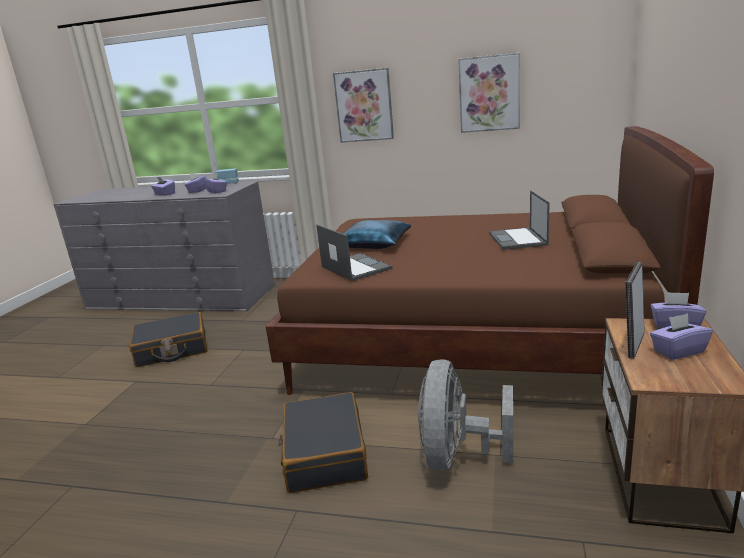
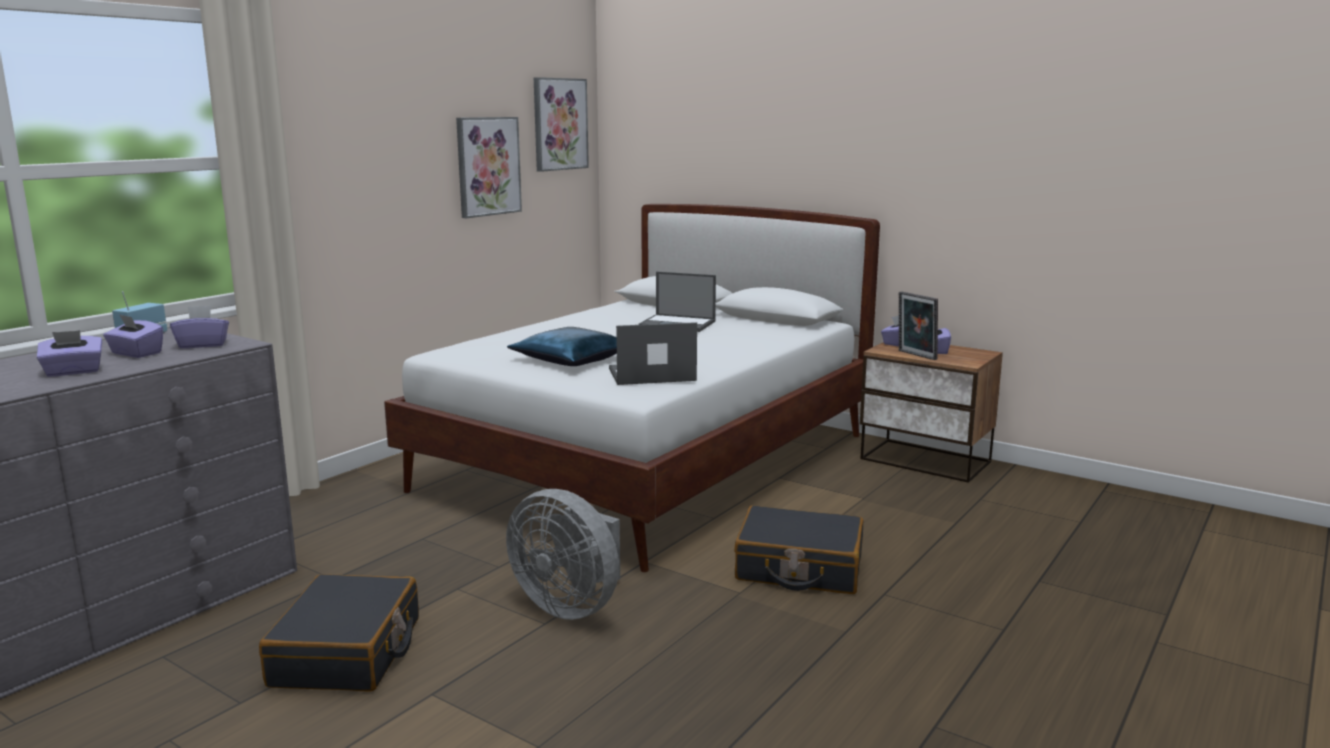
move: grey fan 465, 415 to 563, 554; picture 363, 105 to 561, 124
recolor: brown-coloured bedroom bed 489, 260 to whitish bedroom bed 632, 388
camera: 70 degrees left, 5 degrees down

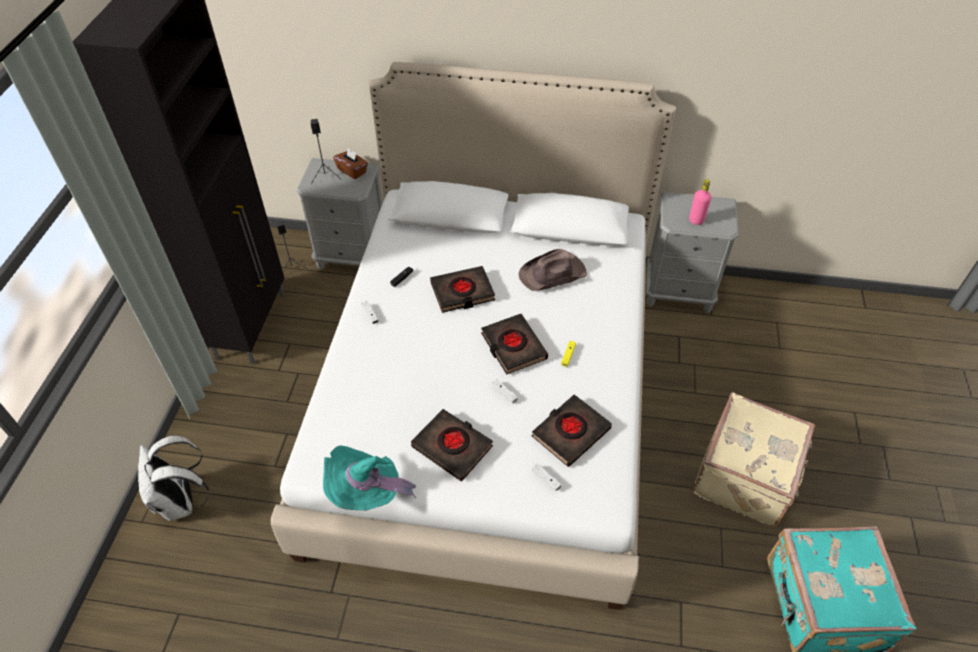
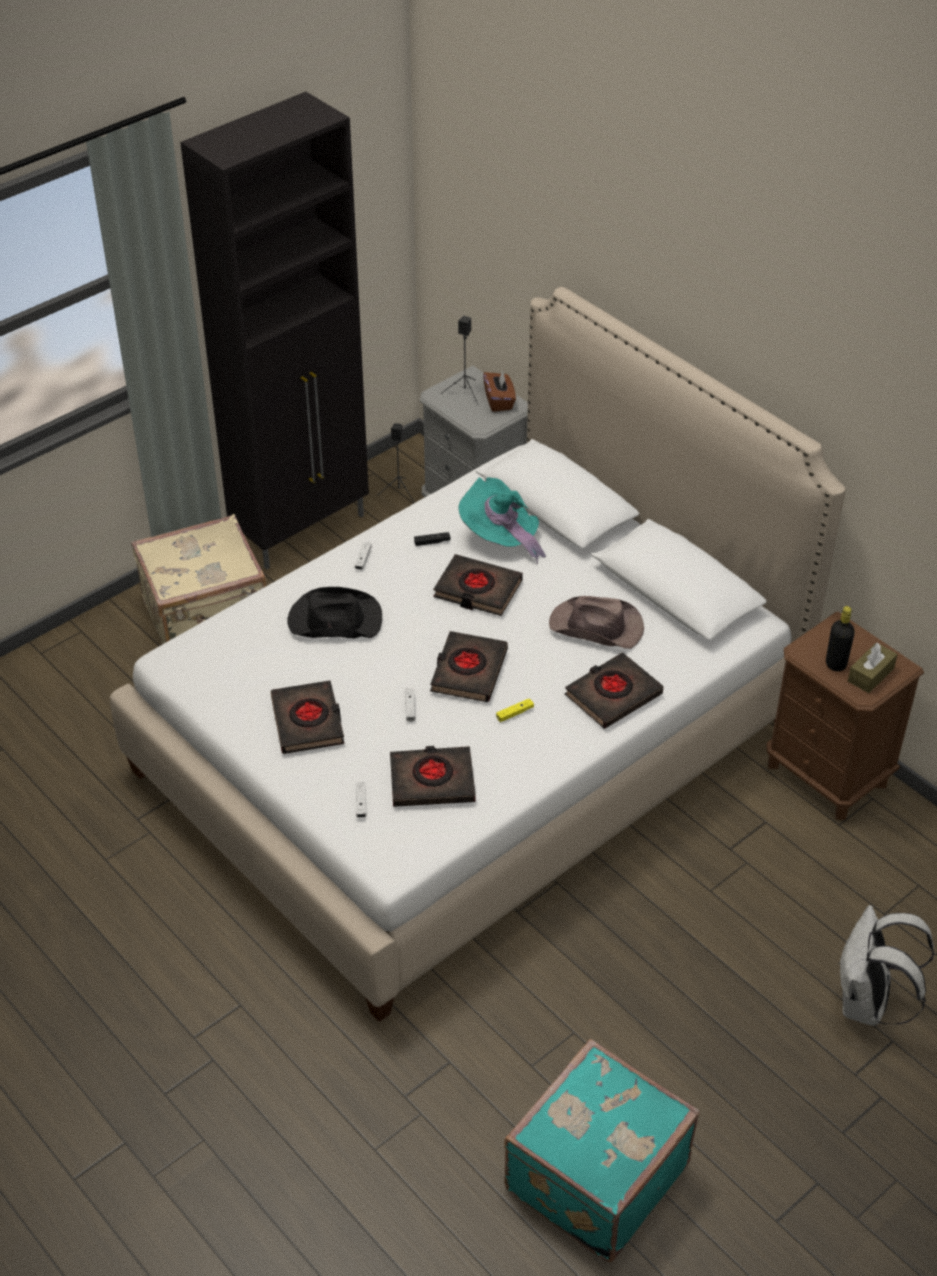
insert: blackish hat 334, 612; blackish volume 614, 690; brown-coloured box of tissues 873, 667
move: sand-coloured suitcase 754, 459 to 198, 579; turquoise-coloured hat 369, 477 to 502, 521; whitish rucksack 173, 478 to 886, 965
recolor: grey night table 692, 252 to brown-coloured night table 845, 716; pinkish bottle 700, 202 to blackish bottle 840, 638
camera: 40 degrees right, 5 degrees down

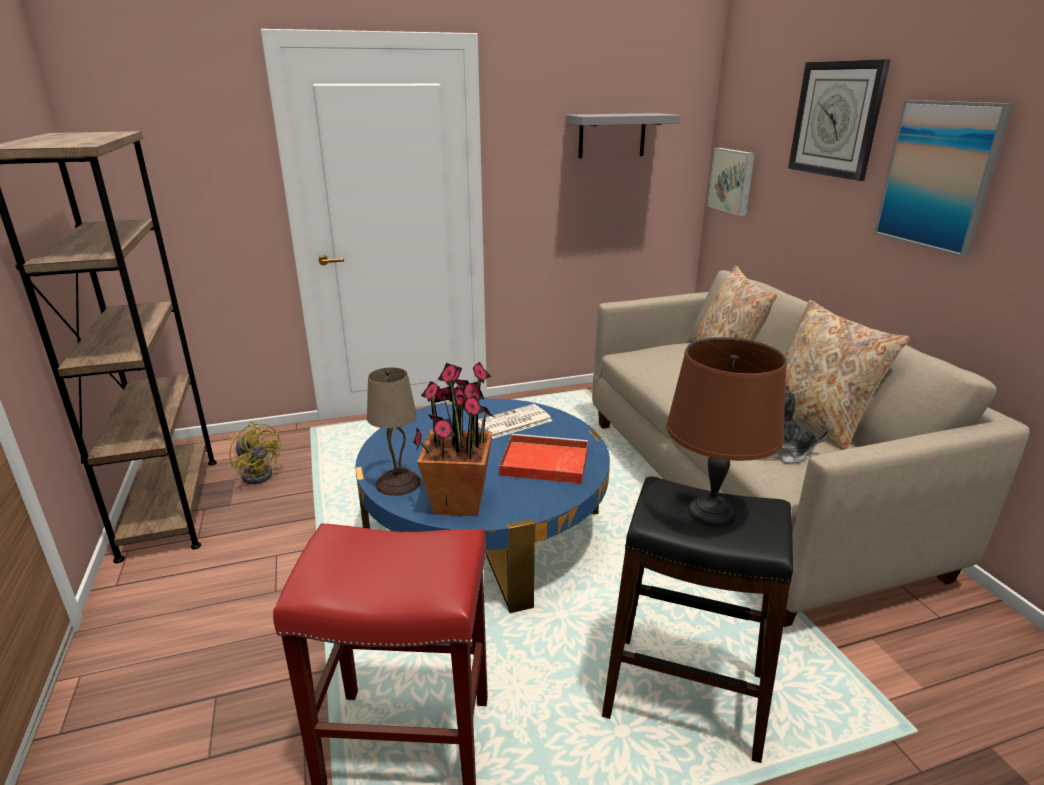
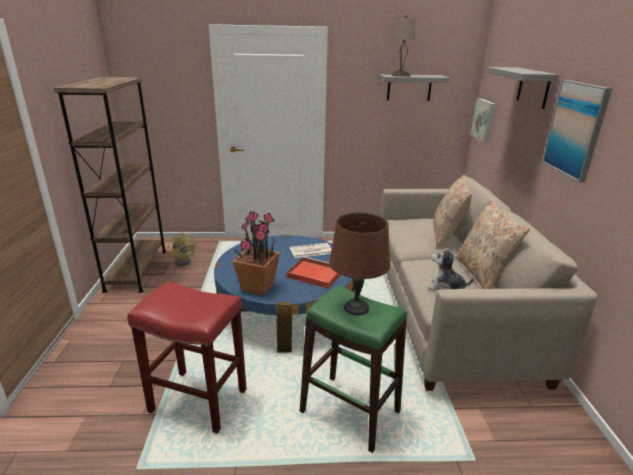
move: sand-coloured tabletop lamp 394, 431 to 403, 46
replace: wall clock 839, 120 to grey wall shelf 523, 88
recolor: blackish stool seat 697, 619 to green stool seat 353, 369
camera: 15 degrees right, 0 degrees up

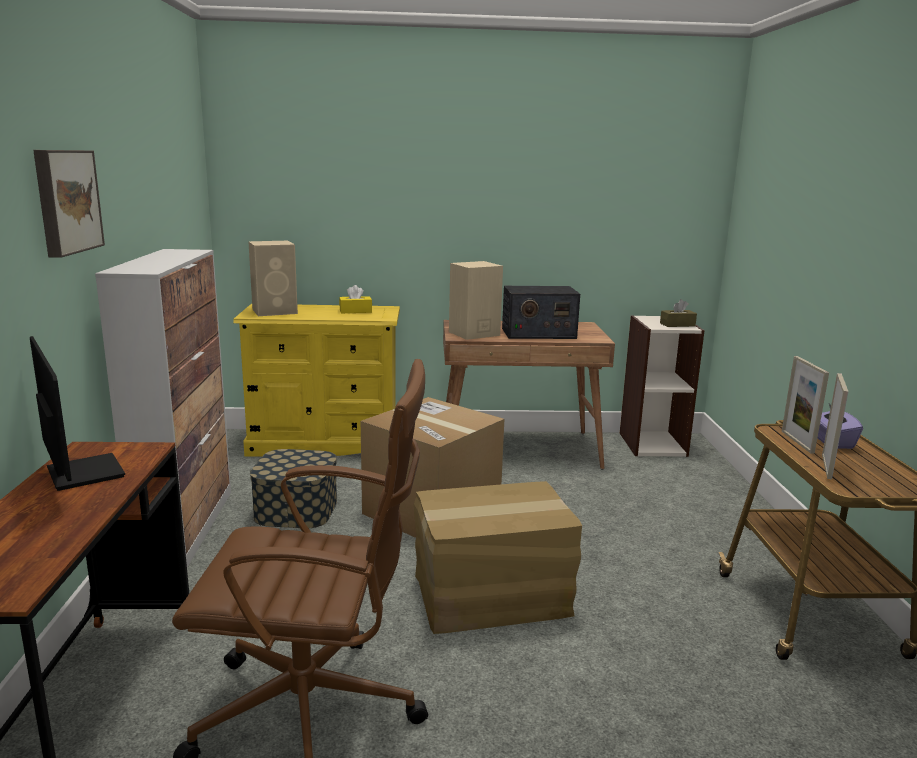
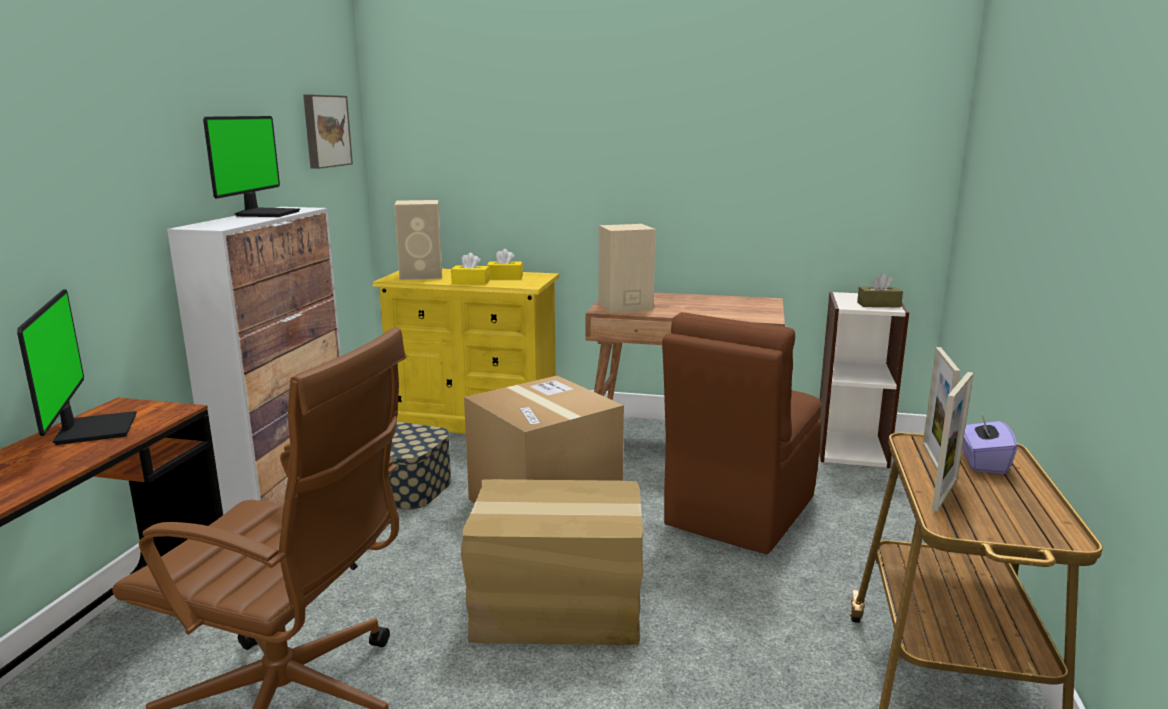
delete: radio 541, 312
insert: monitor 251, 166; yellow box of tissues 470, 269; brown-coloured plain chair 741, 433
move: picture 69, 204 to 328, 132
camera: 15 degrees right, 0 degrees up

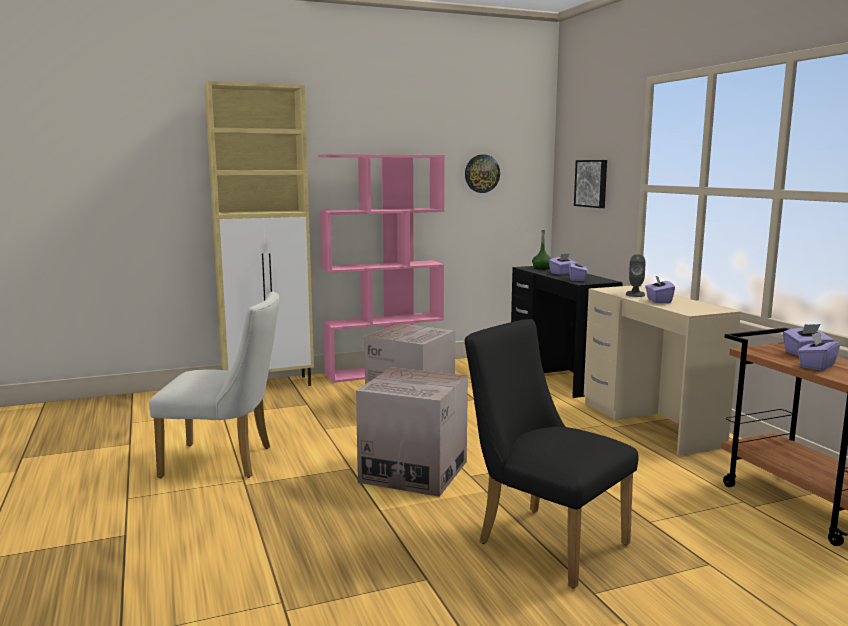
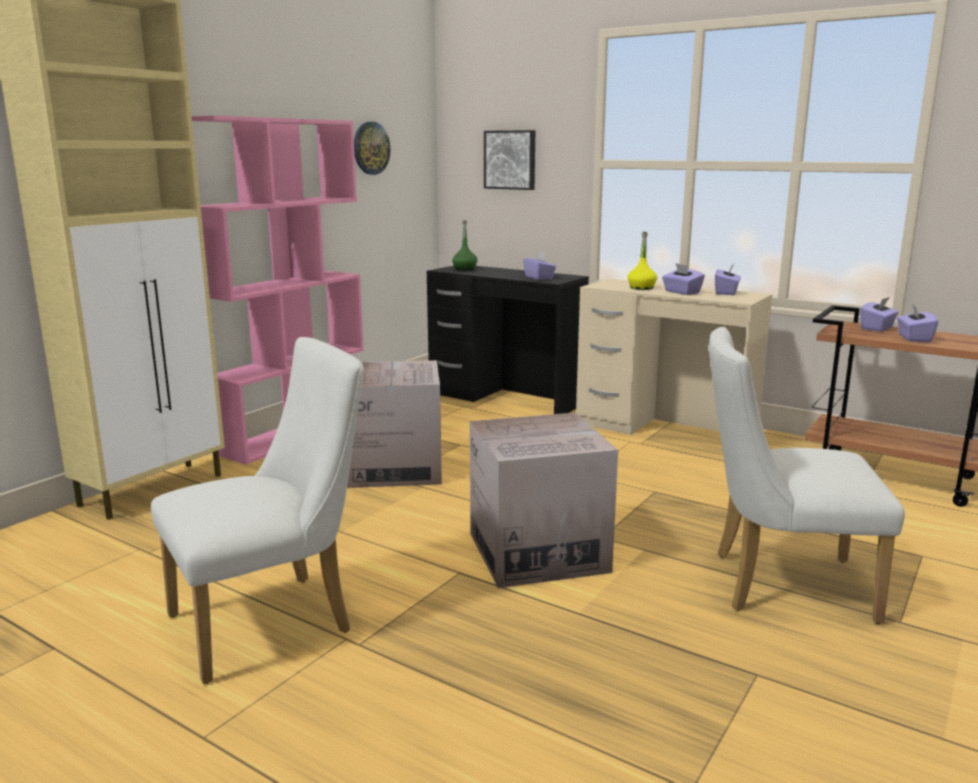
move: purplish box of tissues 563, 264 to 728, 279
replace: grey loudspeaker 636, 275 to yellow bottle 642, 261
recolor: blackish plain chair 552, 453 to whitish plain chair 807, 475
camera: 35 degrees left, 5 degrees up

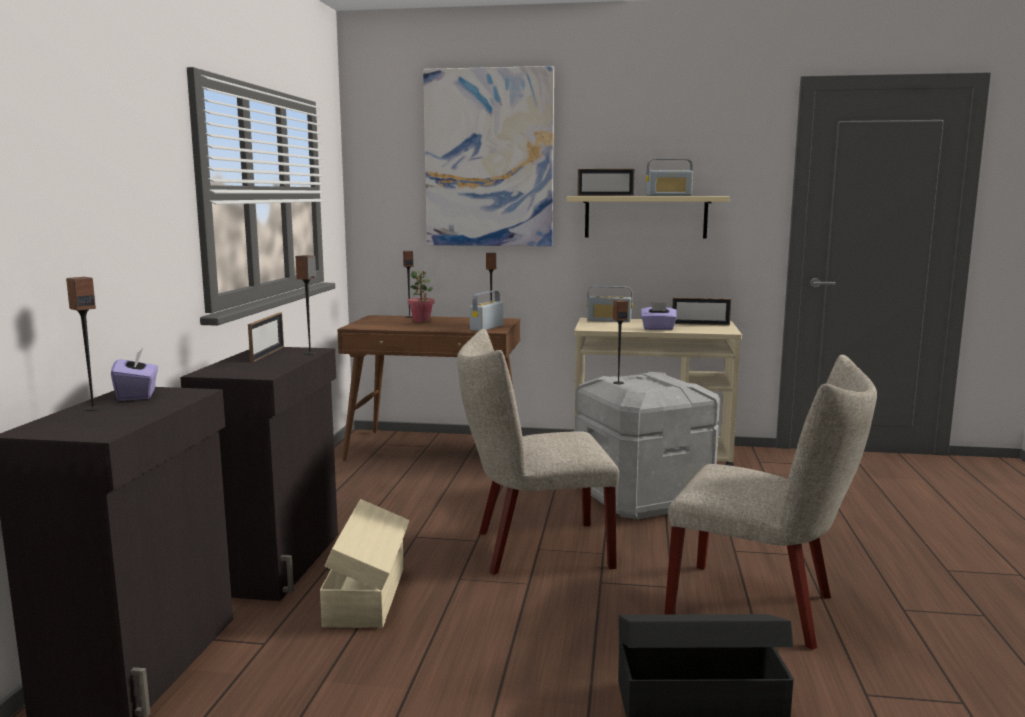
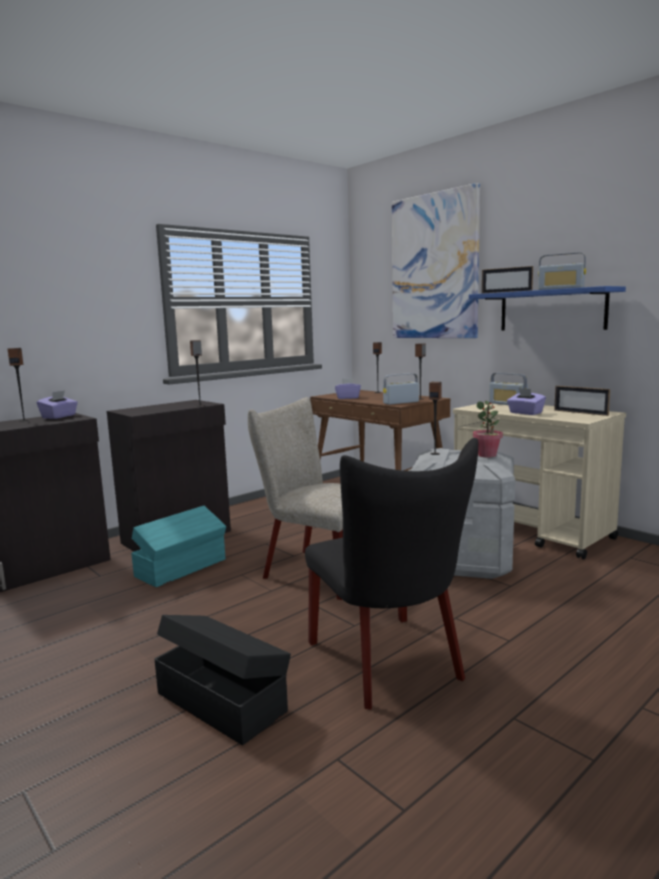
delete: standing frame 266, 337
insert: purplish box of tissues 348, 388
move: plant in a pot 421, 296 to 488, 429
recolor: sand-coloured storage container 365, 563 to turquoise-coloured storage container 178, 546; sand-coloured plain chair 771, 502 to blackish plain chair 392, 574; sand-coloured wall shelf 648, 217 to bluish wall shelf 547, 308
camera: 40 degrees right, 0 degrees up

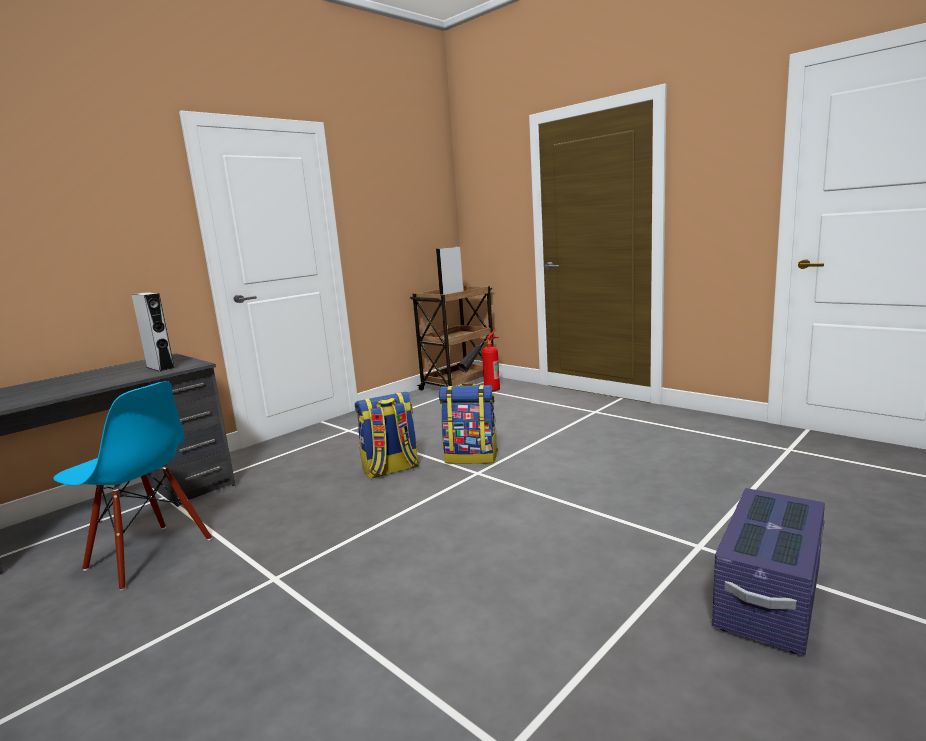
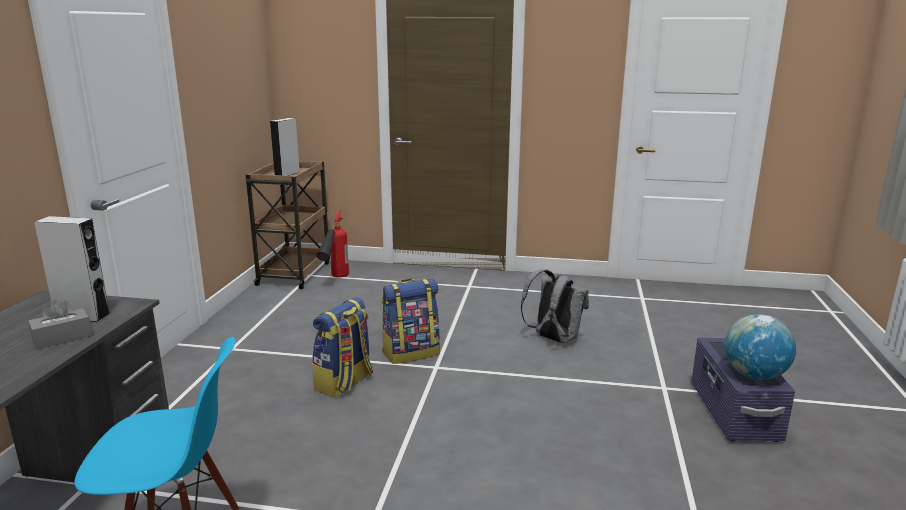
insert: grey box of tissues 60, 325; grey rucksack 555, 306; globe 760, 347
camera: 35 degrees left, 5 degrees up

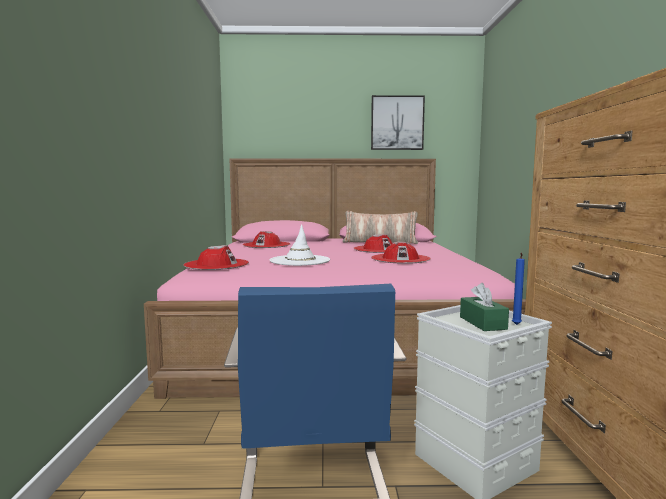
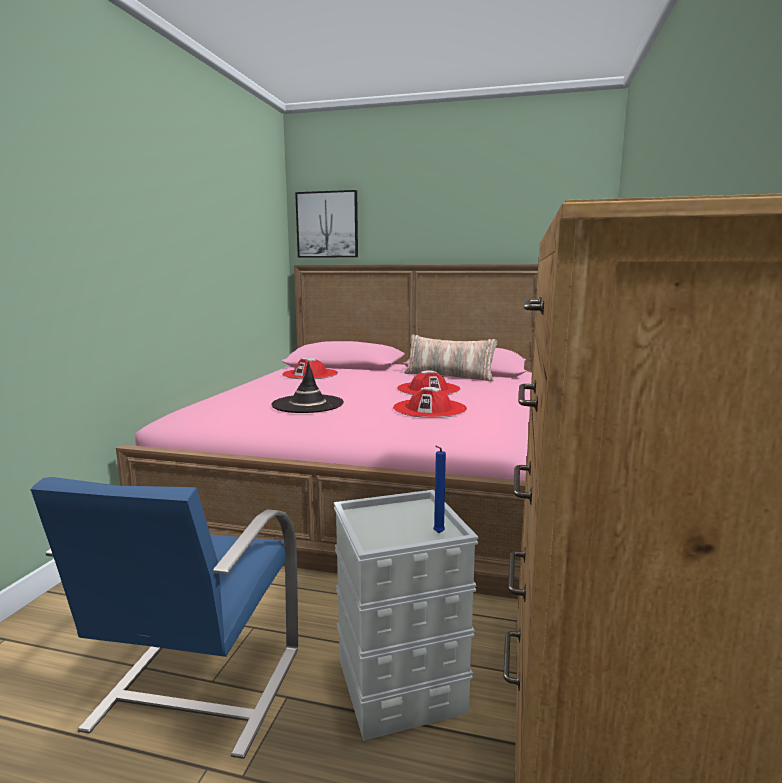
delete: red-coloured hat 216, 257; green box of tissues 484, 307
move: picture 398, 122 to 326, 224
recolor: whitish hat 300, 245 to blackish hat 307, 387
camera: 15 degrees right, 5 degrees up

